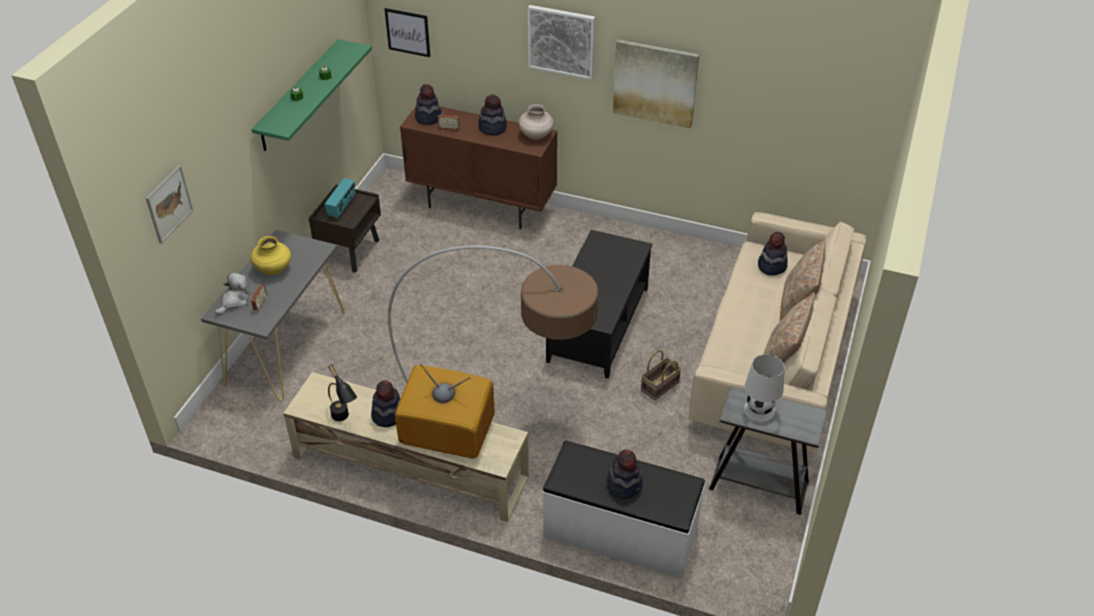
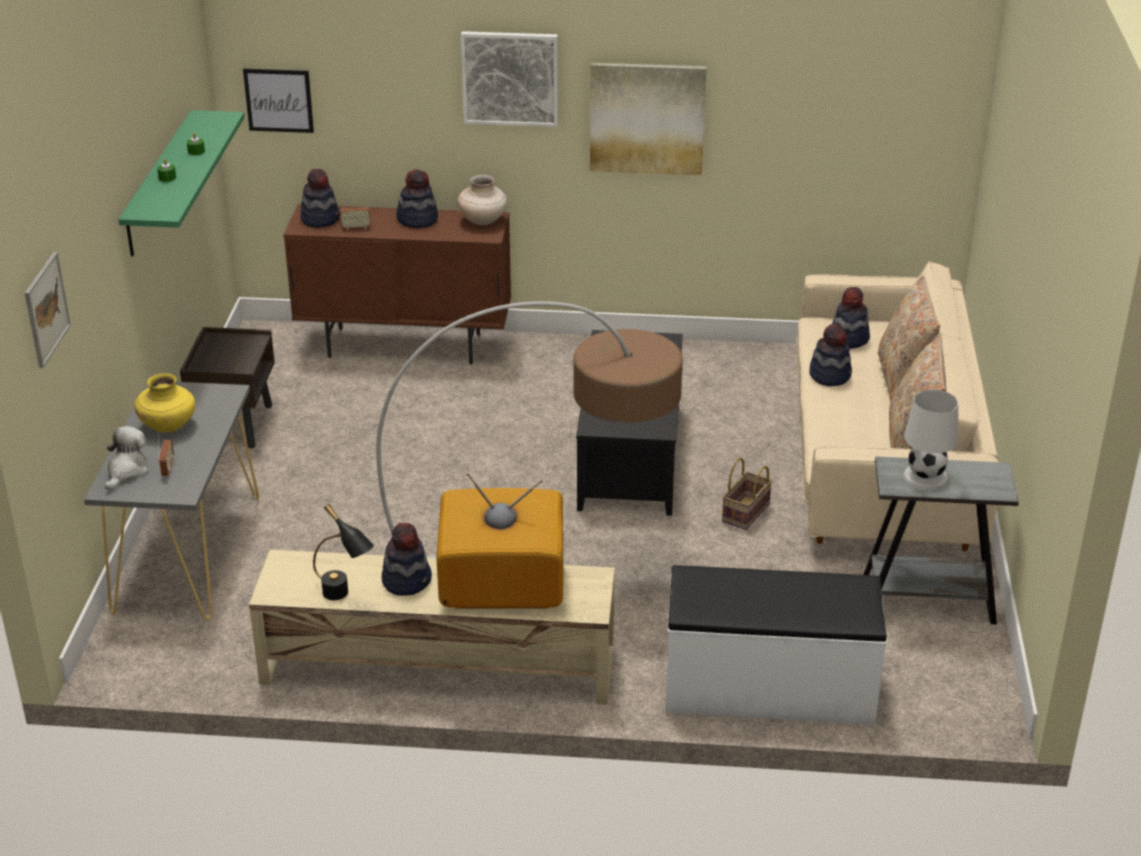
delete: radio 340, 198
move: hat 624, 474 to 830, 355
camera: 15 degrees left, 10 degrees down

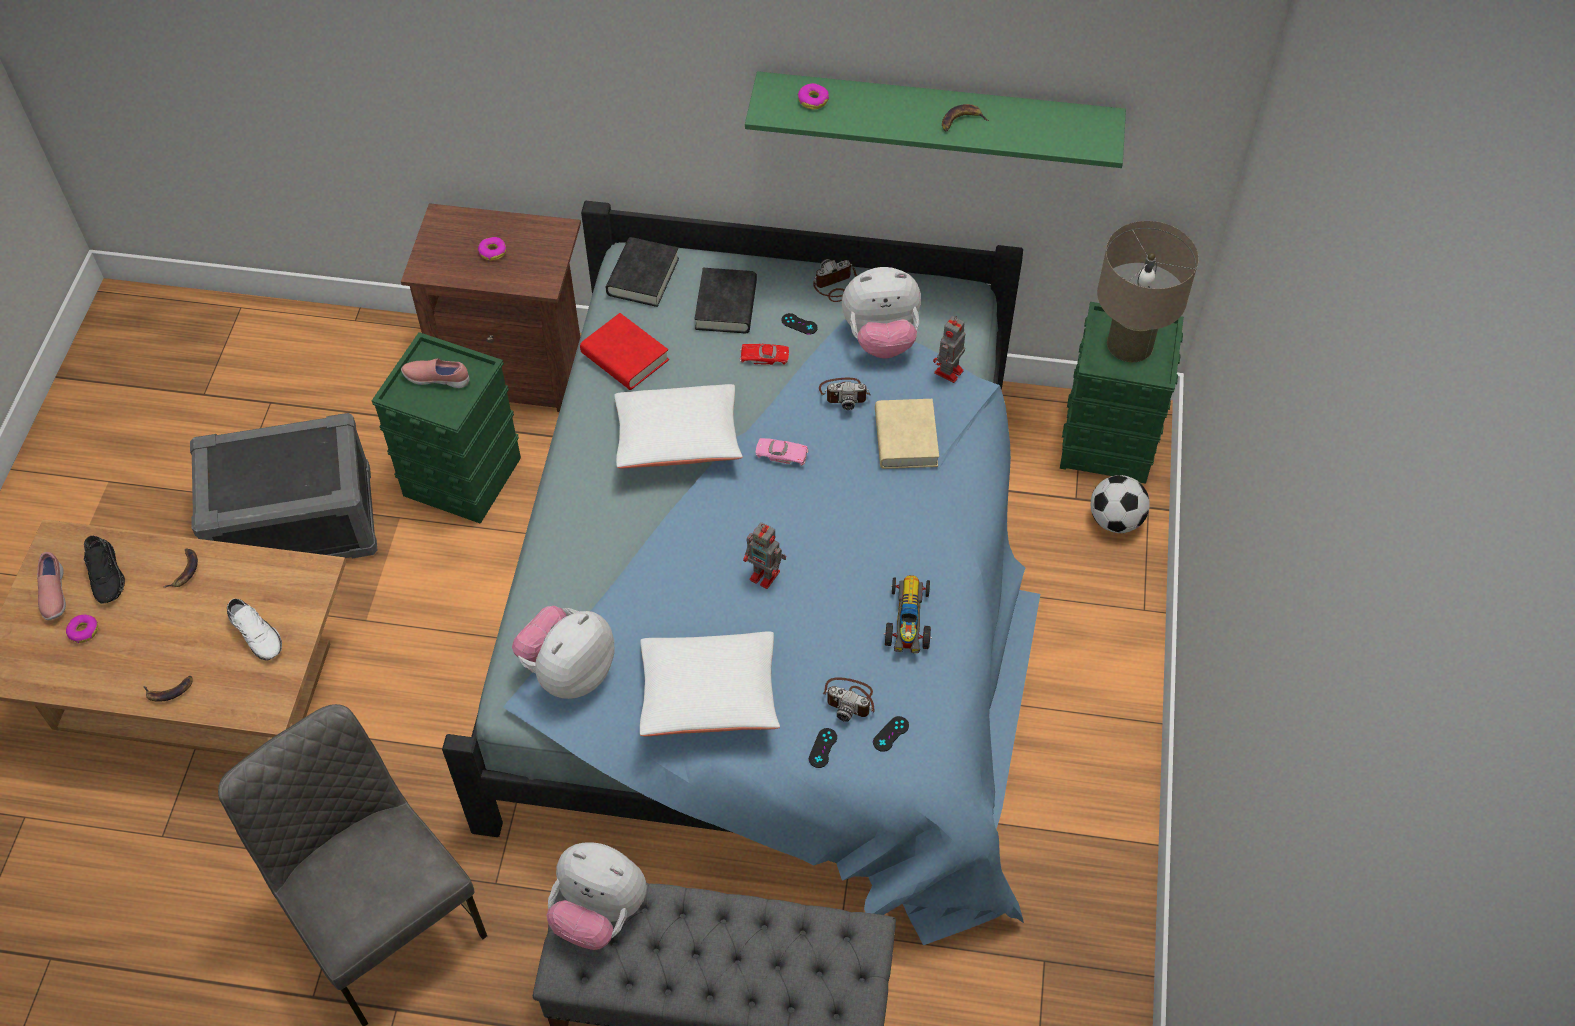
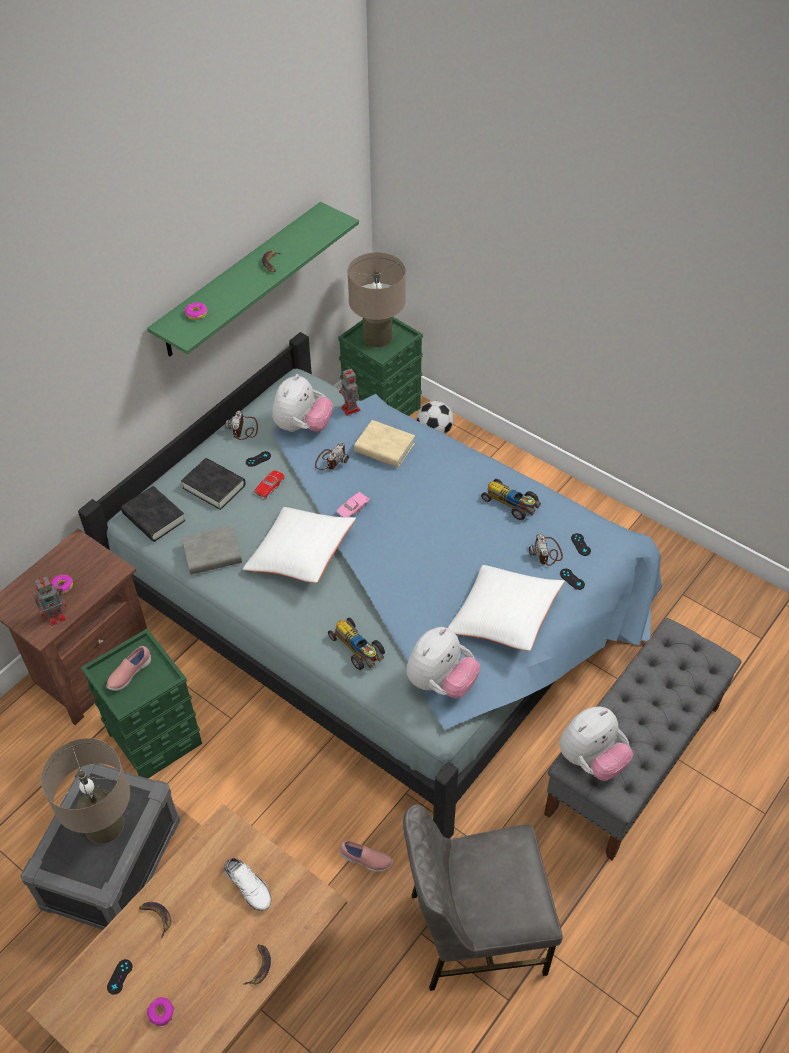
insert: sand-coloured tabletop lamp 85, 791; miniature car 356, 643
move: model robot 764, 555 to 49, 601; pinkish low shoe 51, 586 to 366, 856
replace: blackish low shoe 104, 570 to blackish gamepad 119, 977
recolor: red-coloured volume 624, 351 to grey volume 211, 550
rotate: whitish low shoe 254, 630 = 247, 884 60 degrees clockwise; soft toy 563, 652 = 443, 662 120 degrees counterclockwise; photo camera 848, 699 = 546, 550 120 degrees clockwise
camera: 60 degrees left, 5 degrees down

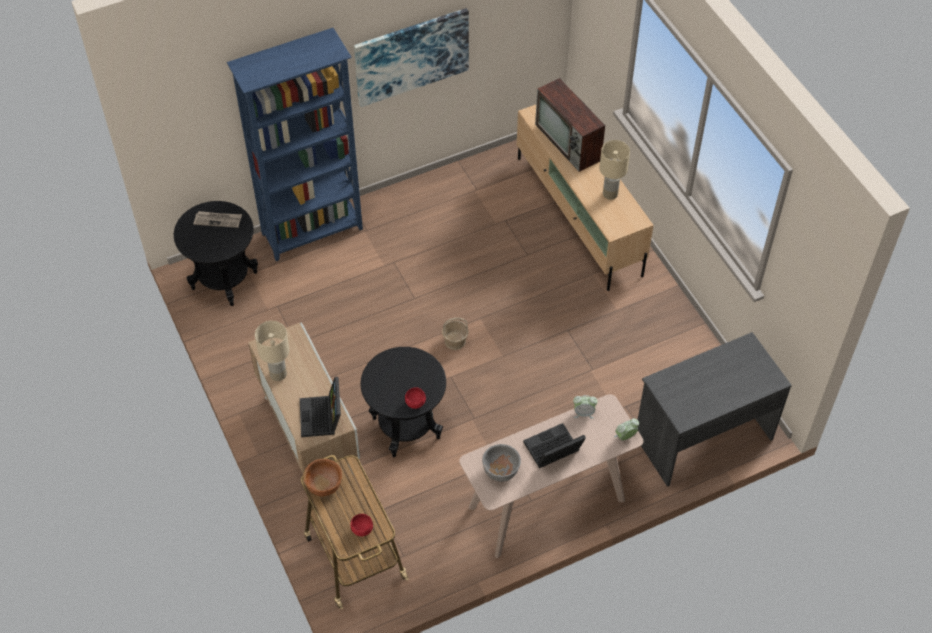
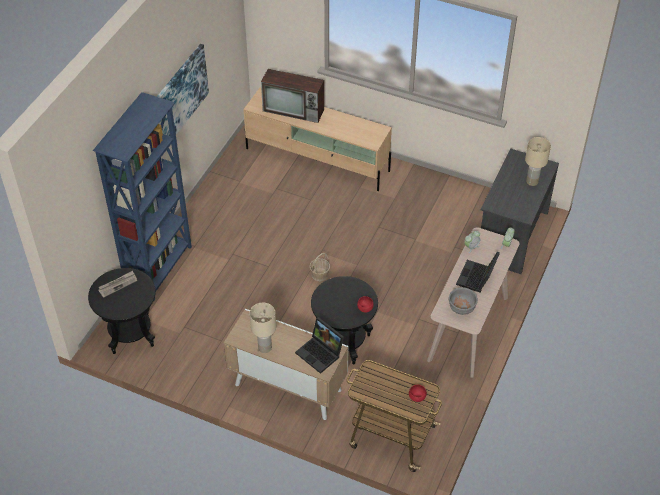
delete: brown-coloured deep dish 322, 478
move: sand-coloured tabletop lamp 614, 170 to 538, 161
camera: 40 degrees left, 5 degrees down

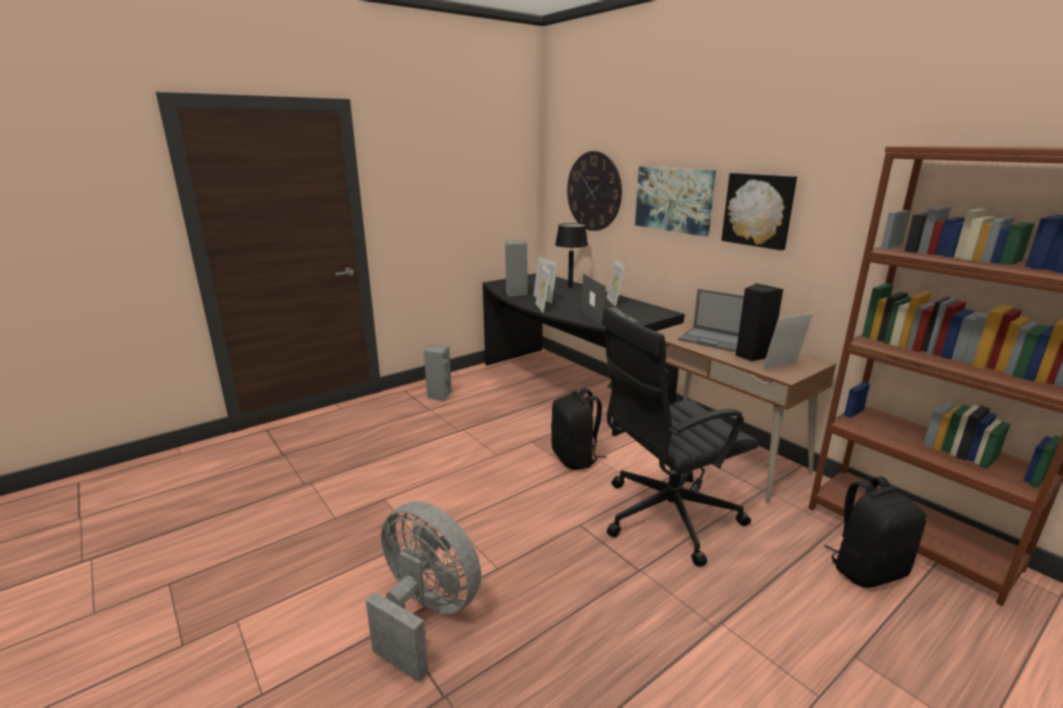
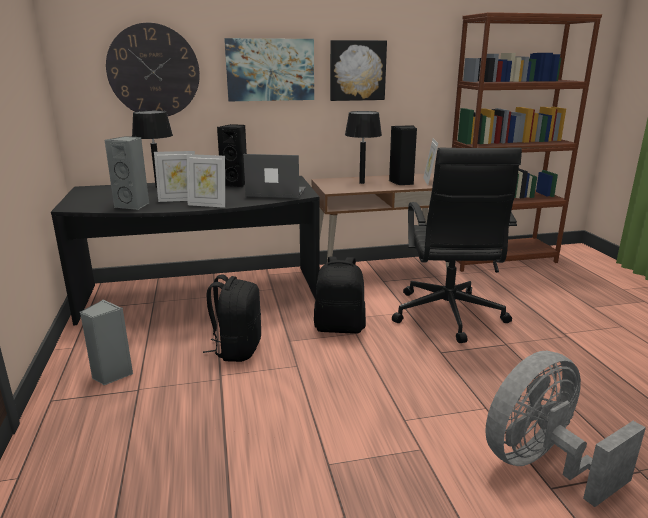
move: blackish rucksack 875, 532 to 232, 318
replace: standing frame 616, 283 to blackish loudspeaker 232, 155; laptop 711, 320 to blackish tabletop lamp 363, 147
camera: 65 degrees left, 0 degrees up

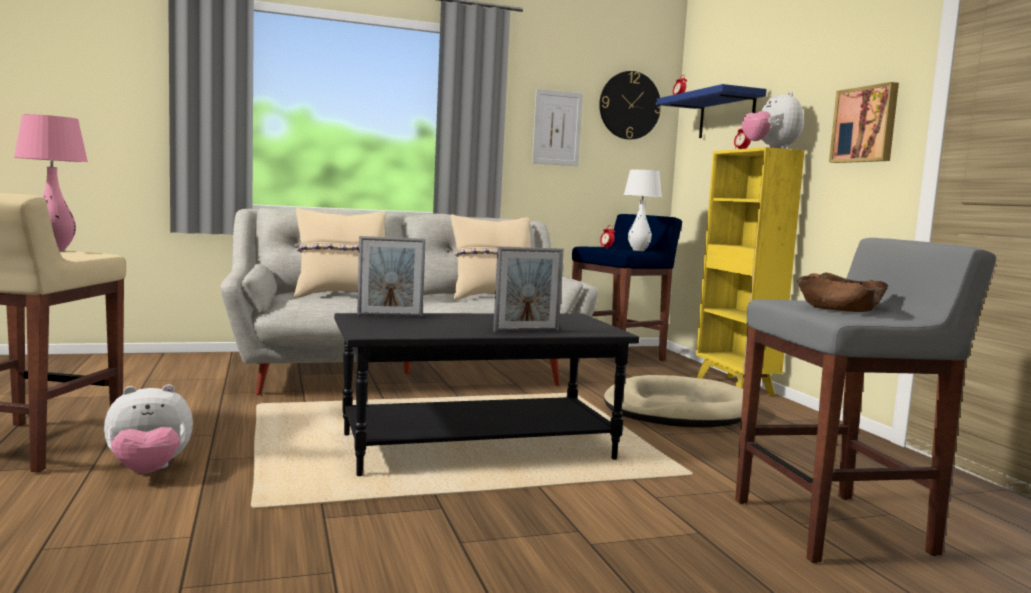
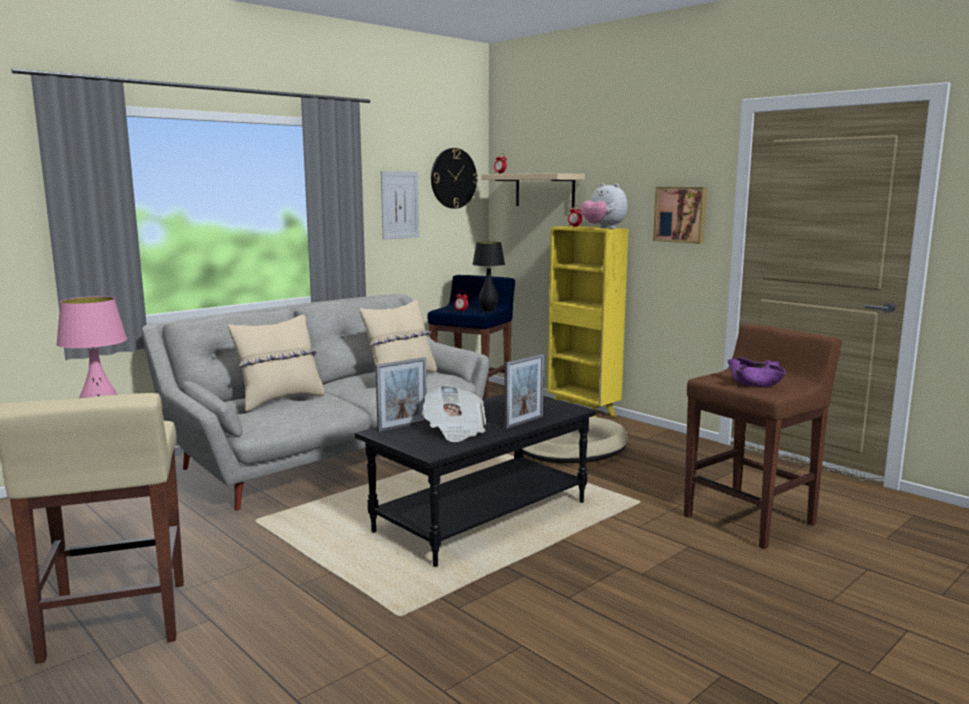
delete: soft toy 148, 429
insert: newspaper 454, 413
recolor: whitish tabletop lamp 643, 210 to blackish tabletop lamp 488, 276; bluish wall shelf 711, 111 to sand-coloured wall shelf 533, 190; grey stool seat 865, 400 to brown-coloured stool seat 763, 436; brown-coloured deep dish 842, 292 to purplish deep dish 757, 372
camera: 25 degrees left, 5 degrees up

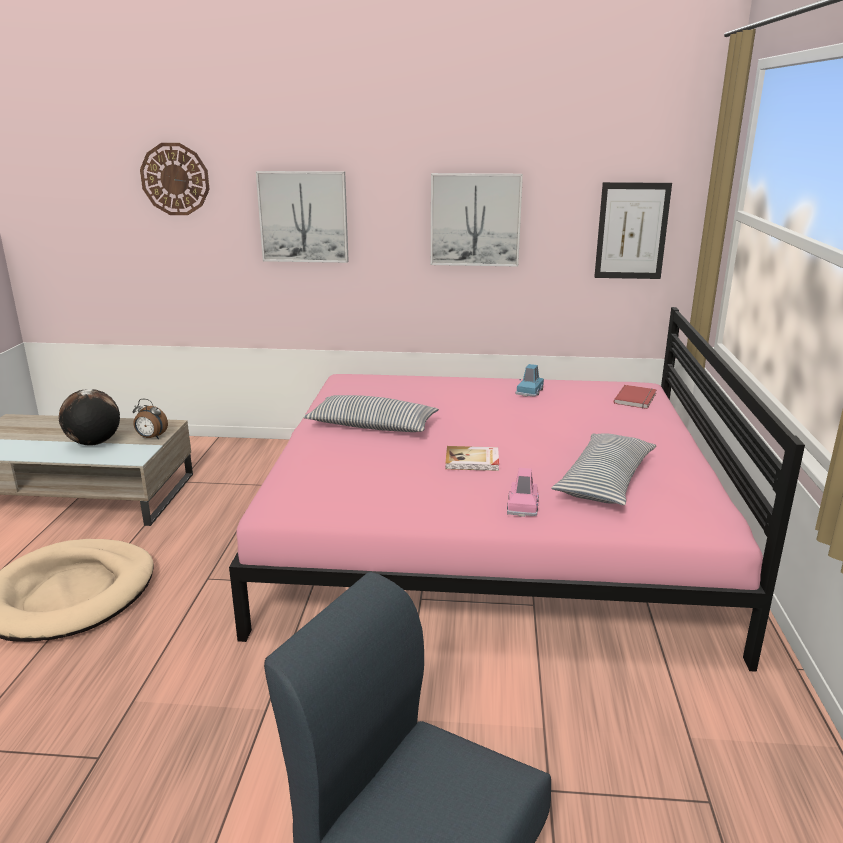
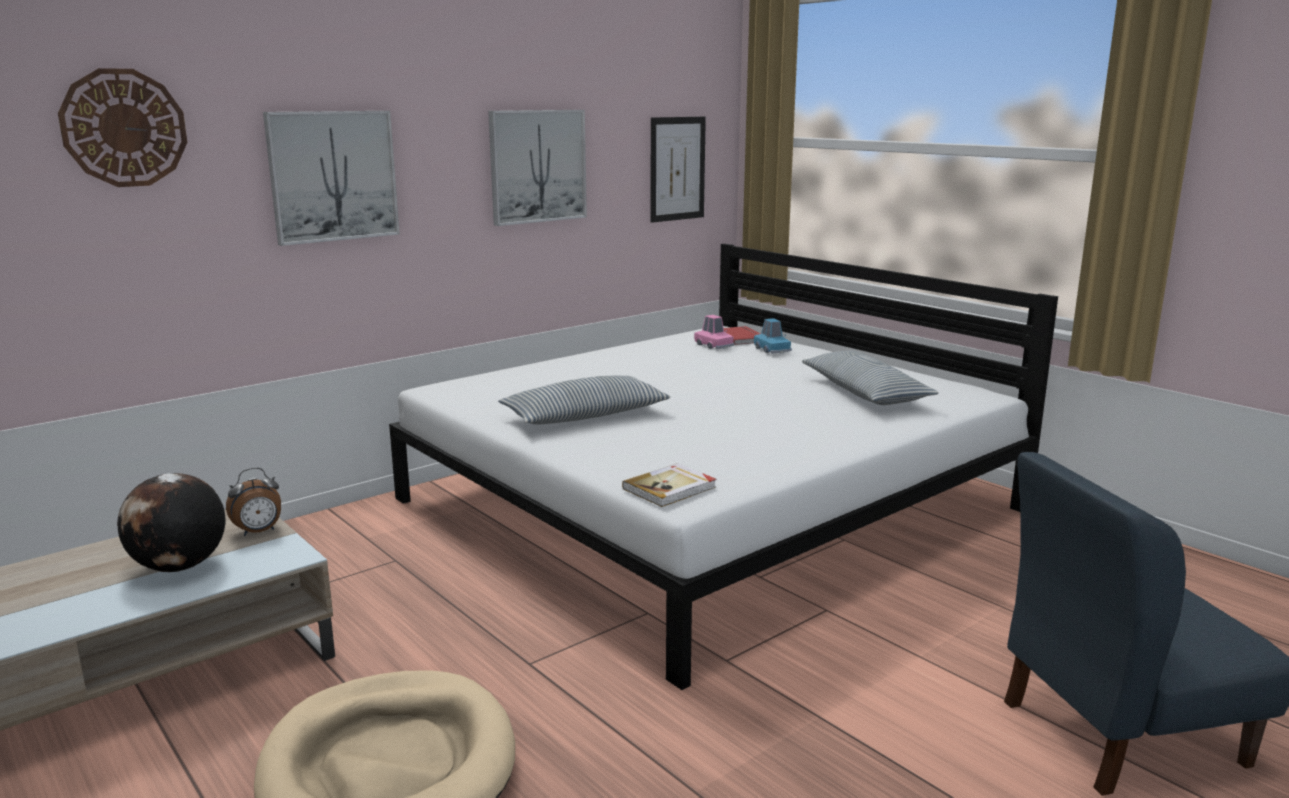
move: volume 472, 458 to 669, 485; pinkish miniature car 523, 492 to 714, 332; bluish miniature car 530, 380 to 773, 336
recolor: pinkish bedroom bed 517, 489 to whitish bedroom bed 723, 467
camera: 45 degrees left, 5 degrees down

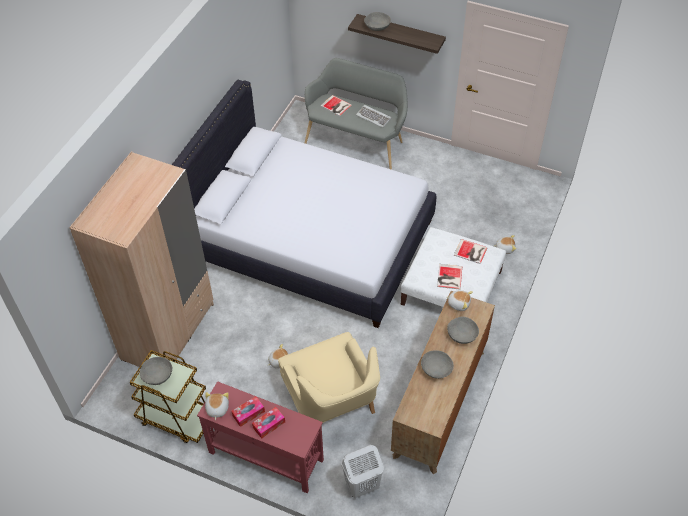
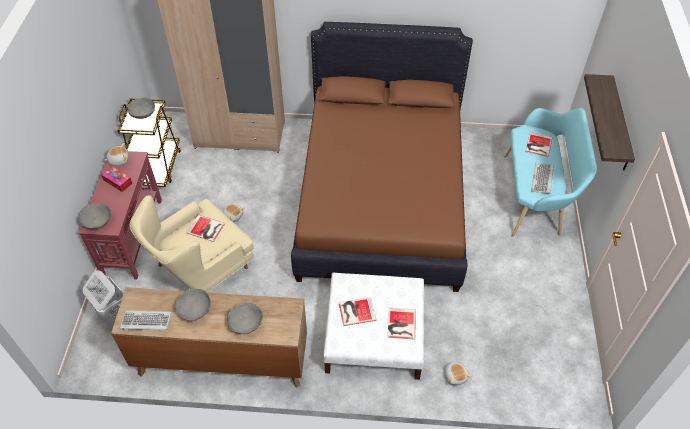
delete: box of tissues 268, 422; soft toy 459, 300
insert: PC keyboard 146, 321; volume 205, 228
move: grey deep dish 377, 21 to 95, 216
recolor: whitish bedroom bed 304, 204 to brown-coloured bedroom bed 382, 157; grey bench 356, 114 to turquoise-coloured bench 550, 172
camera: 70 degrees right, 0 degrees up

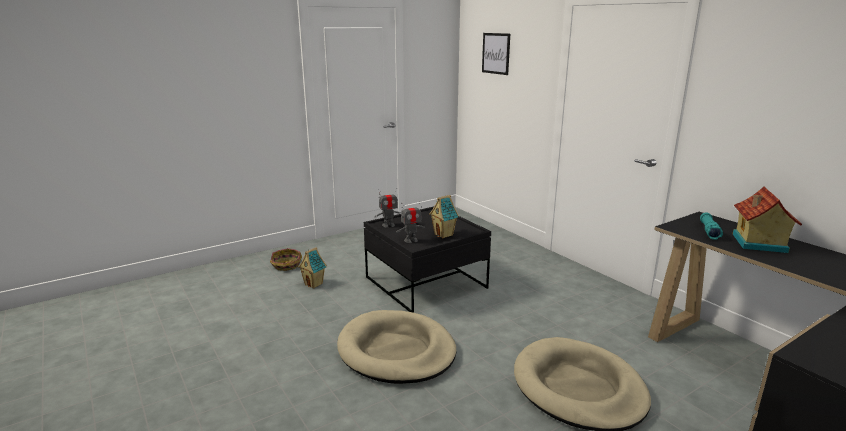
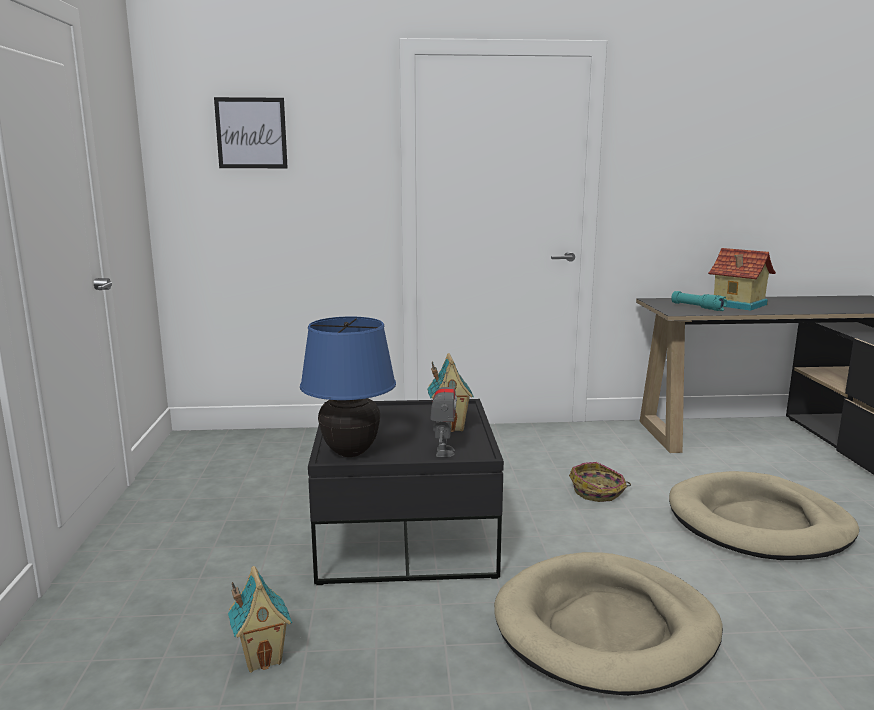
move: basket 286, 259 to 600, 482
replace: model robot 387, 208 to bluish tabletop lamp 348, 386
camera: 60 degrees left, 5 degrees down

